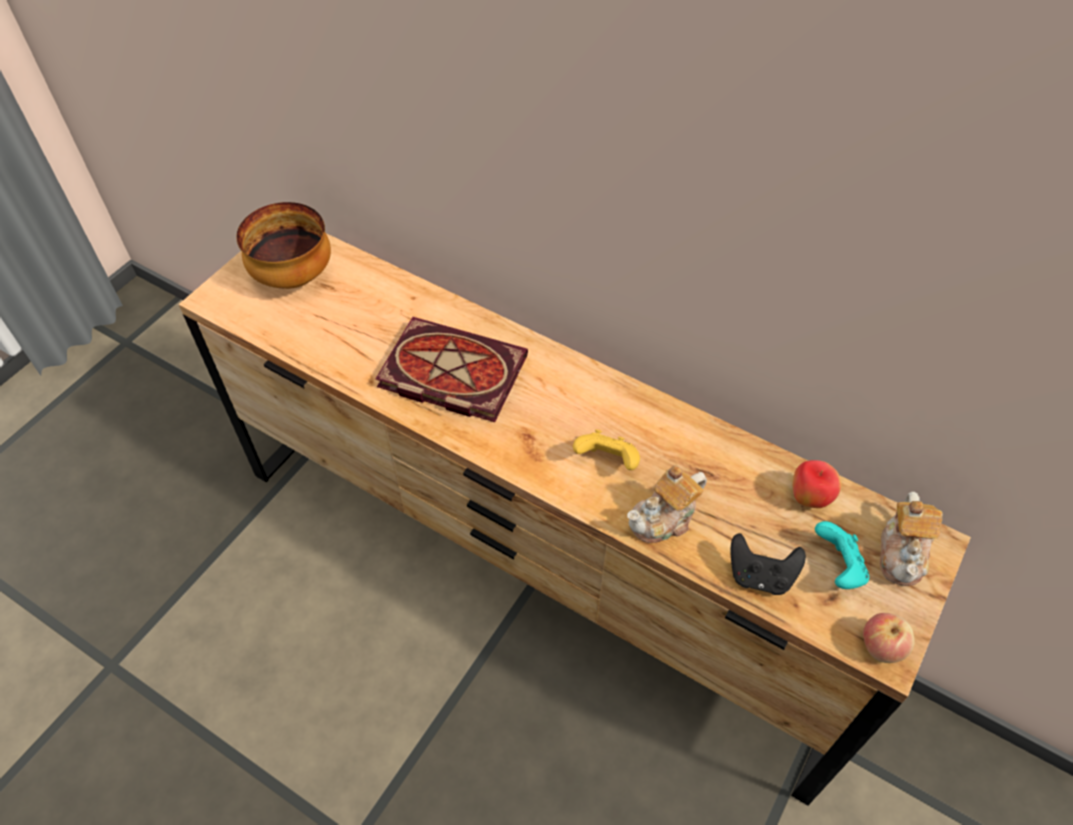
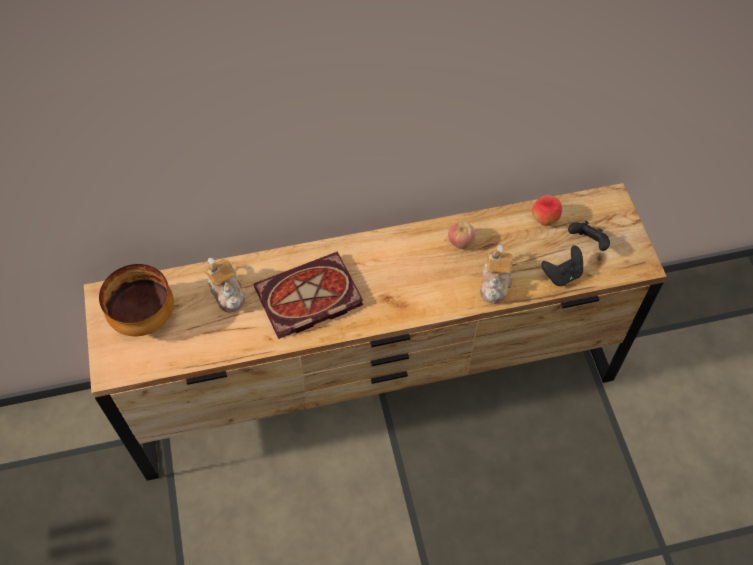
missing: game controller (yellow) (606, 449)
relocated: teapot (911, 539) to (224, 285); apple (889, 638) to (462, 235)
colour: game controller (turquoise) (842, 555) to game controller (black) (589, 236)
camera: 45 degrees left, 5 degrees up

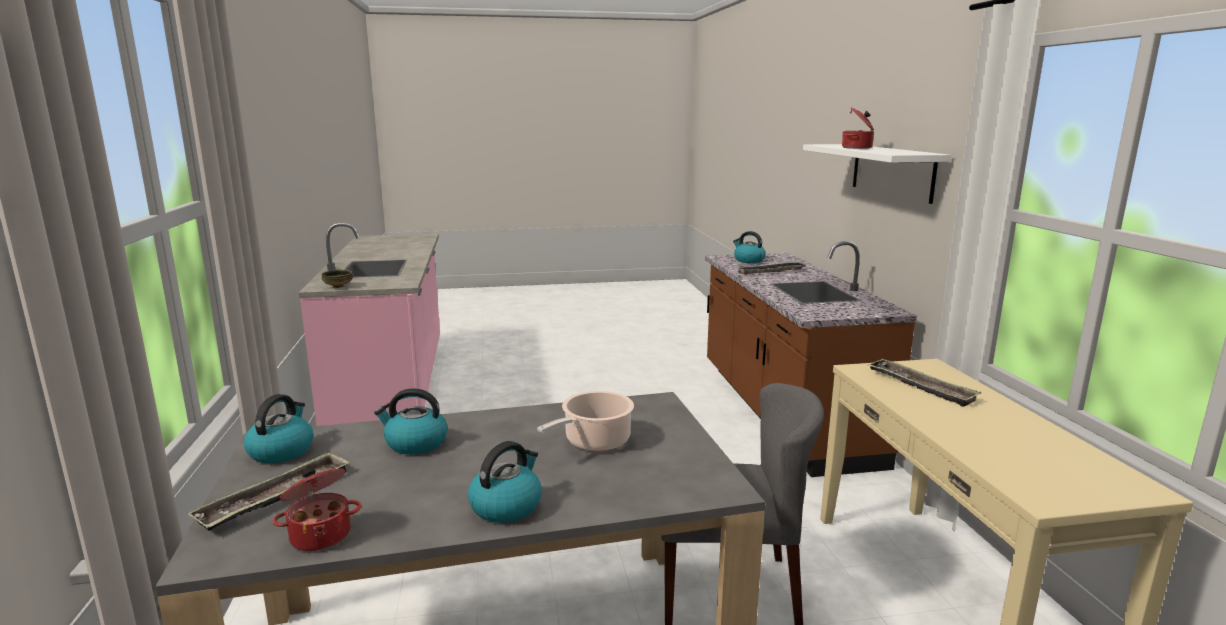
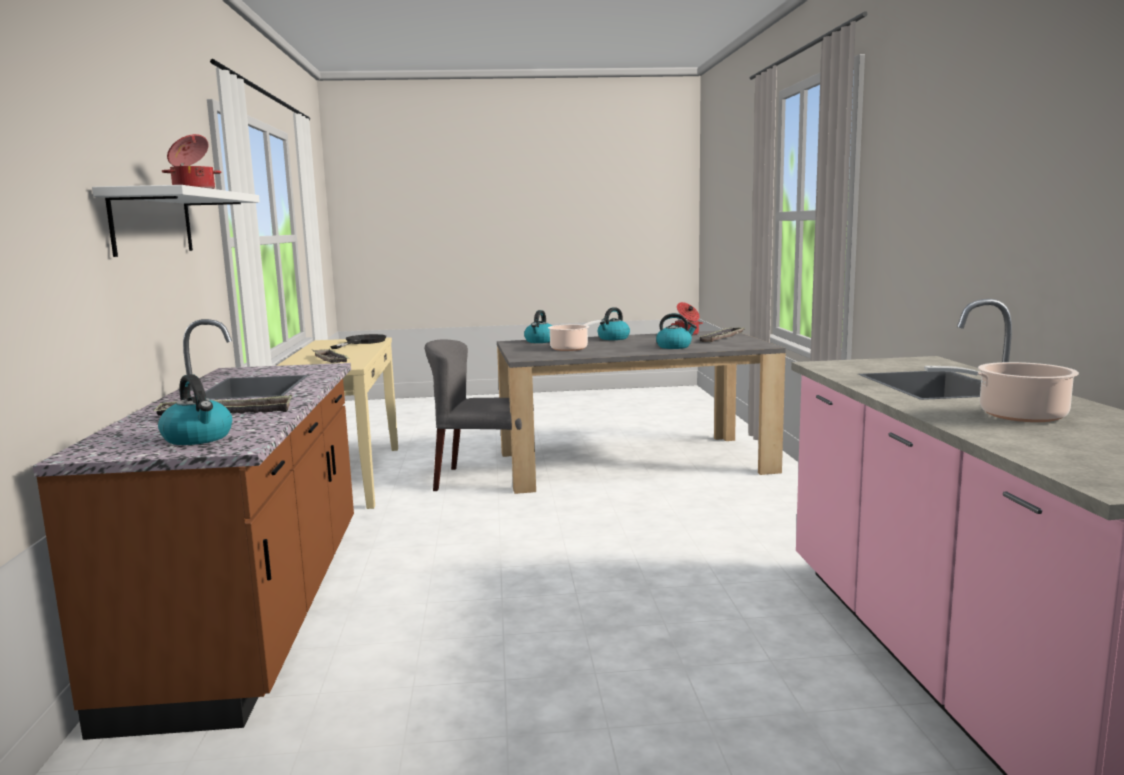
missing: bowl (337, 279)
appeared: frying pan (black) (358, 341); cooking pot (1001, 392)
relocated: kettle (278, 429) to (538, 326)
camera: 175 degrees left, 5 degrees down

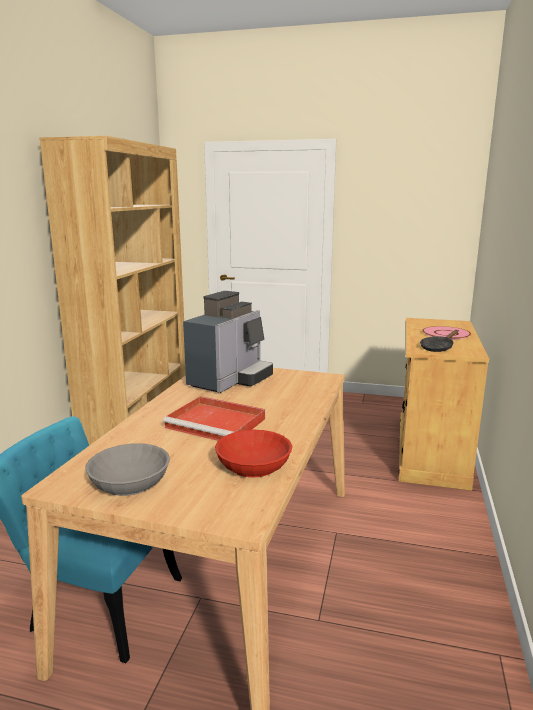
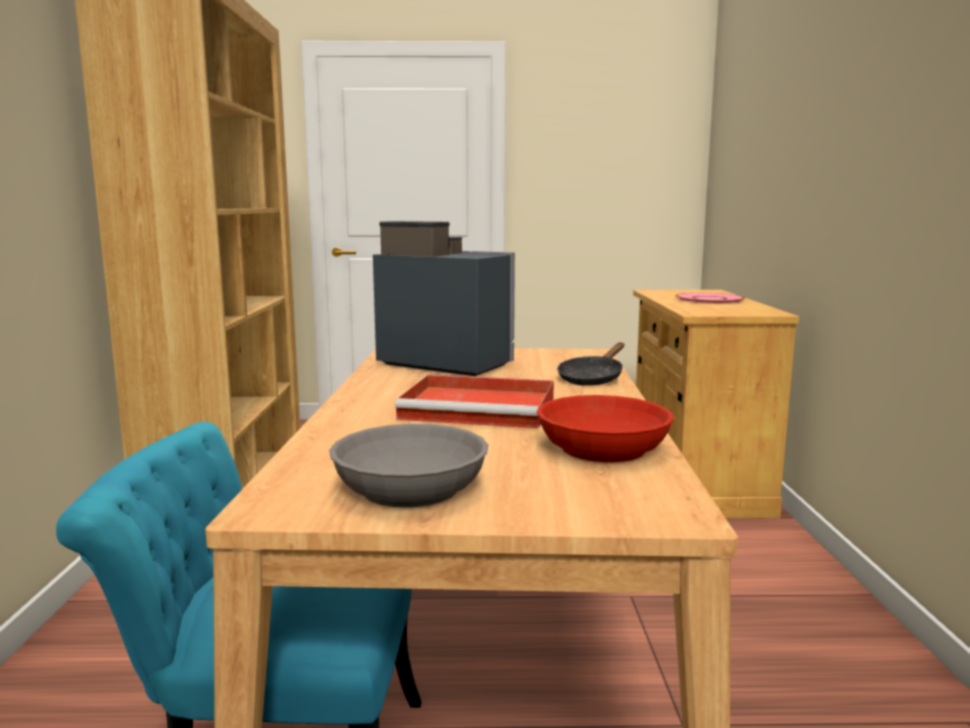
relocated: frying pan (black) (439, 341) to (590, 364)
spun: coffee machine (228, 342) = (444, 298) 75 degrees counterclockwise
camera: 15 degrees left, 5 degrees down

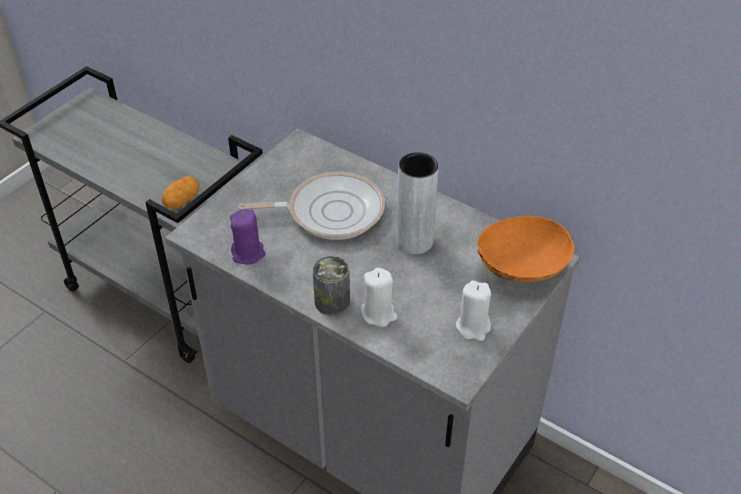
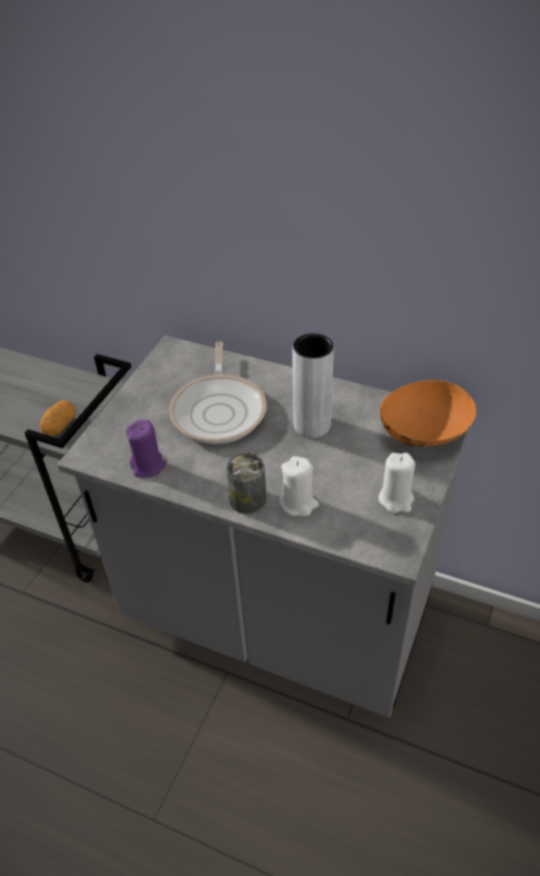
spun: frying pan (311, 206) = (218, 392) 105 degrees clockwise
camera: 10 degrees left, 0 degrees up

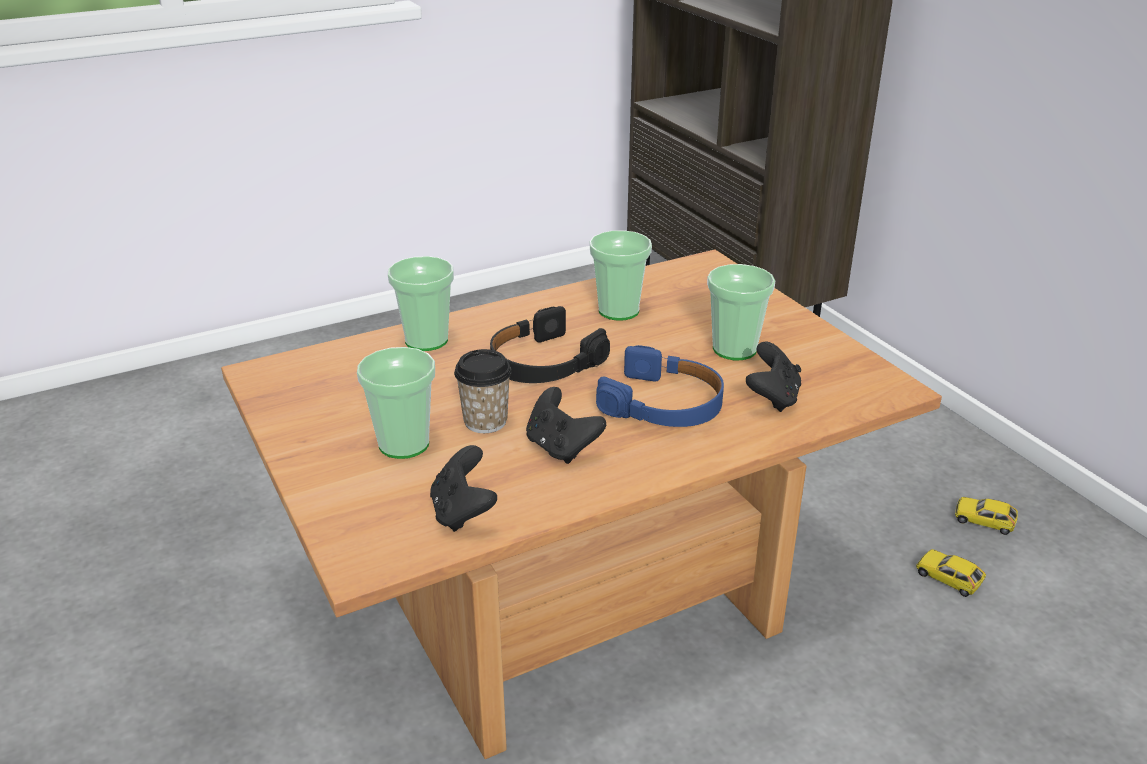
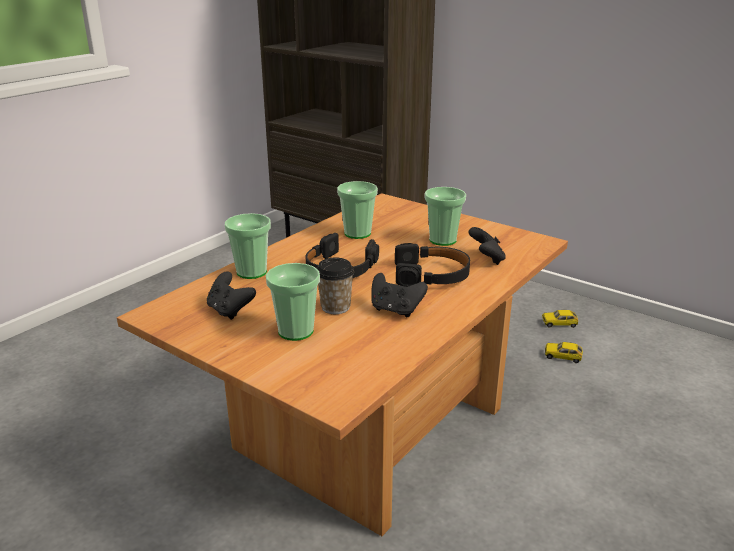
relocated: game controller (black) (463, 488) to (231, 296)
colour: headphones (blue) (660, 386) to headphones (black) (432, 265)
camera: 25 degrees left, 5 degrees down

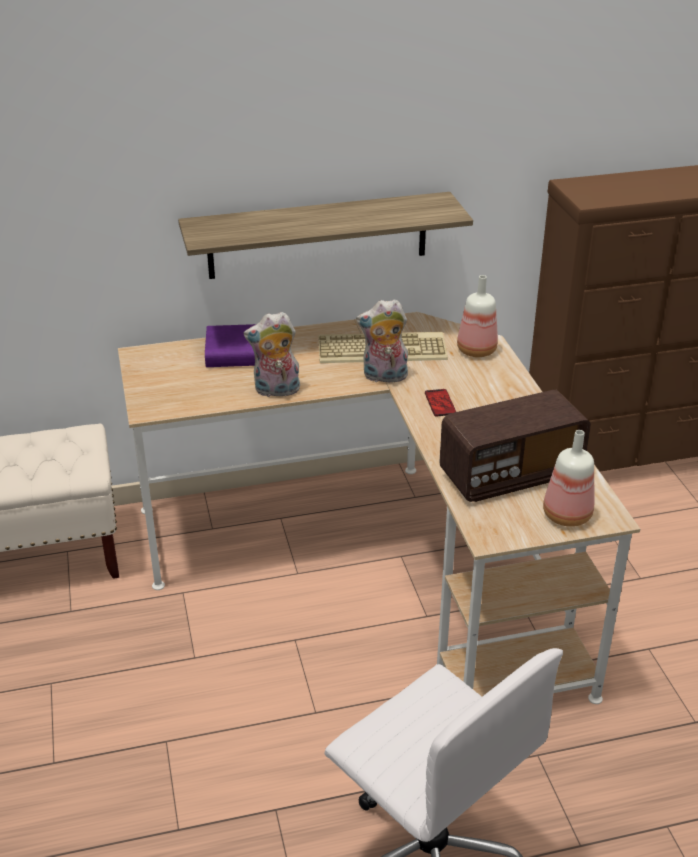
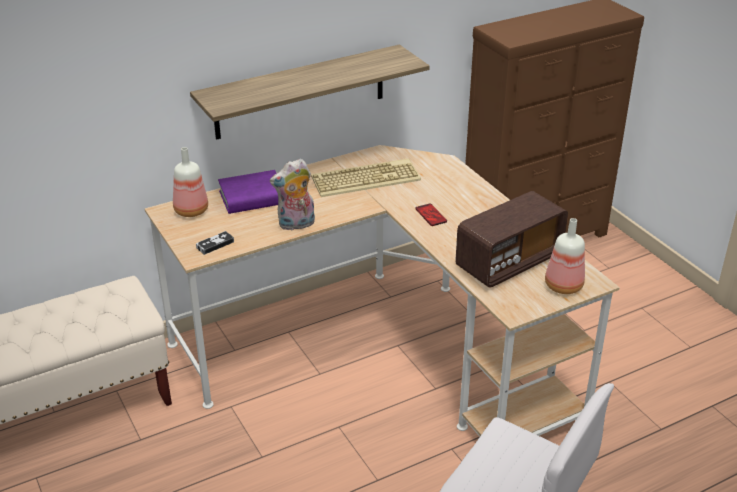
missing: plush toy (382, 341)
appeared: game controller (215, 243)
relocated: bottle (477, 316) to (190, 182)
camera: 15 degrees left, 0 degrees up

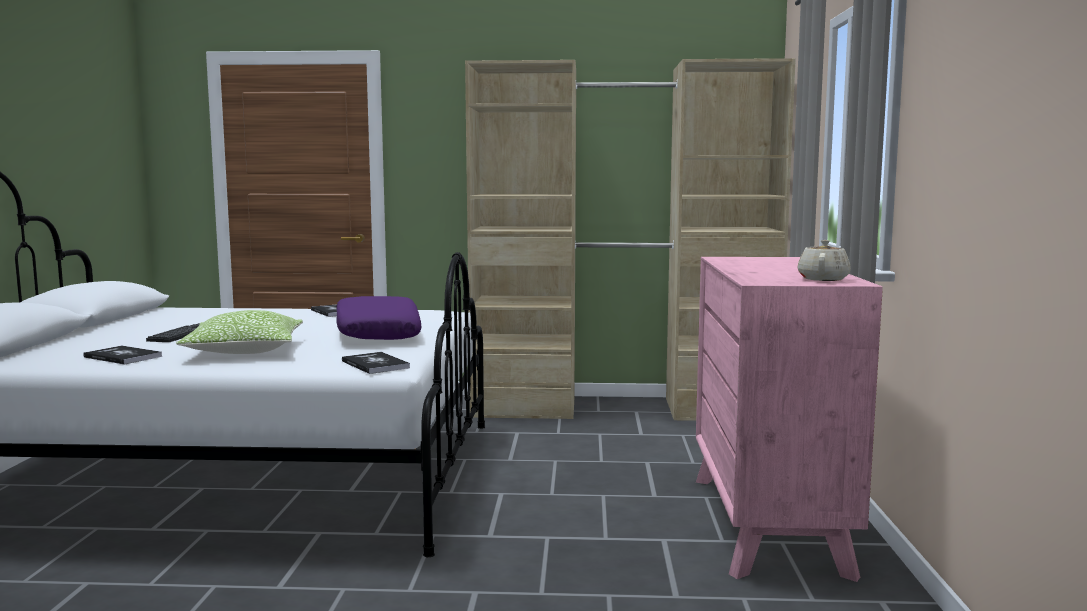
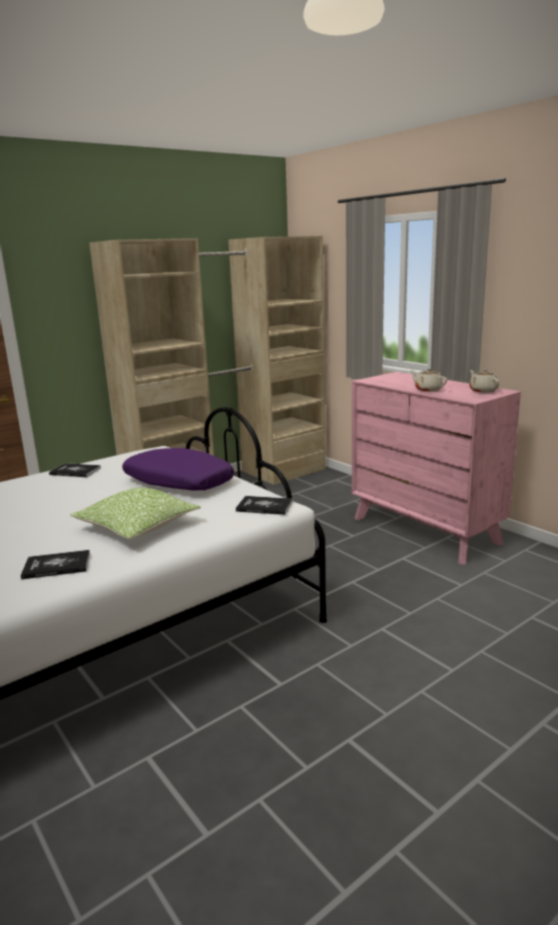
missing: keyboard (173, 332)
appeared: teapot (beige) (428, 380)
camera: 40 degrees left, 10 degrees up

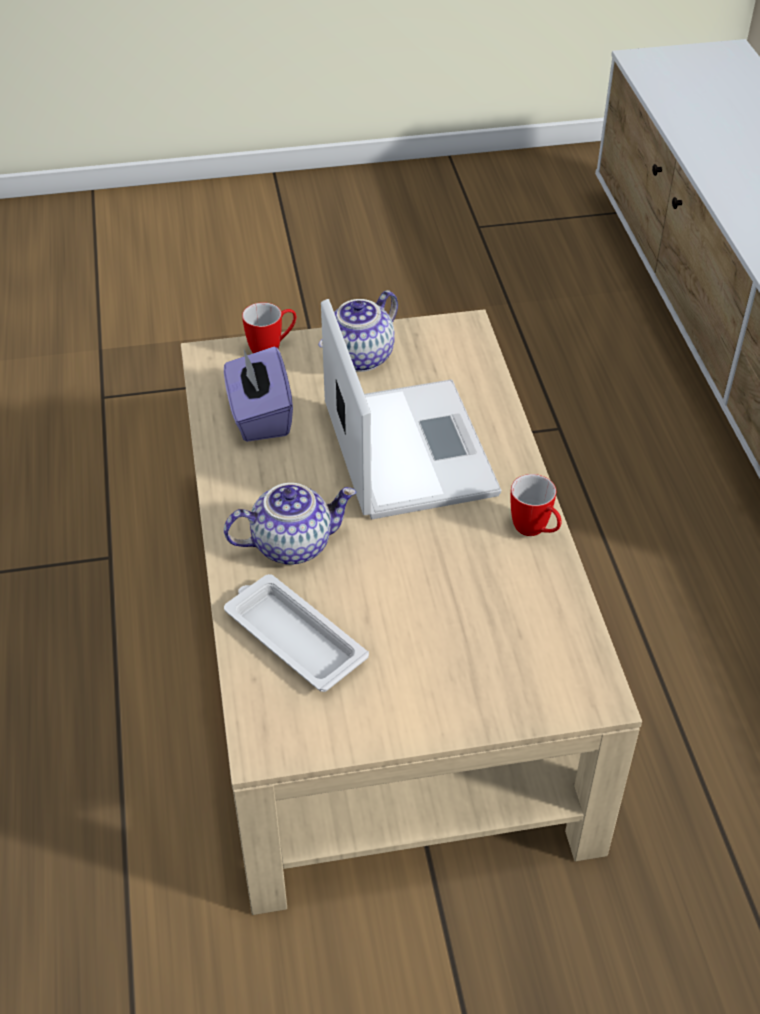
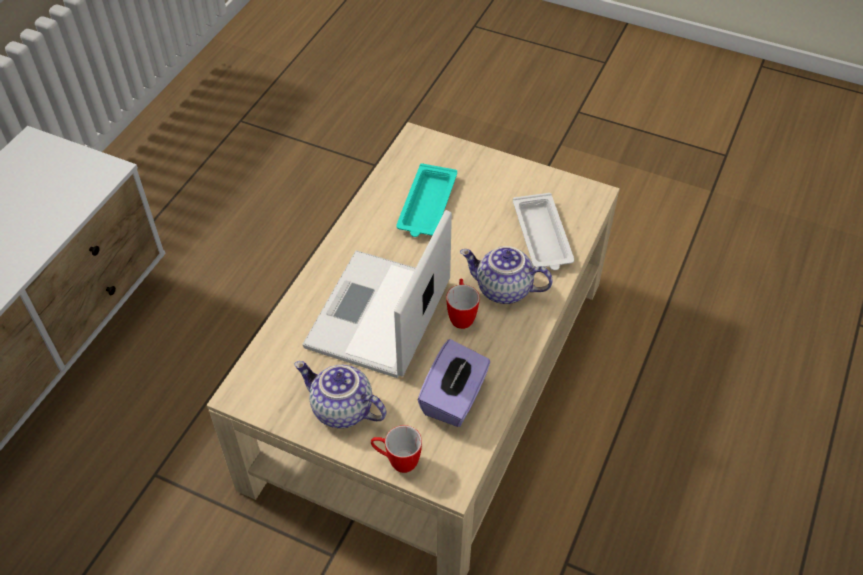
appeared: tray (turquoise) (426, 200)
relocated: mug (536, 505) to (463, 304)
spun: teapot (358, 331) = (340, 394) 135 degrees counterclockwise
camera: 145 degrees left, 5 degrees up

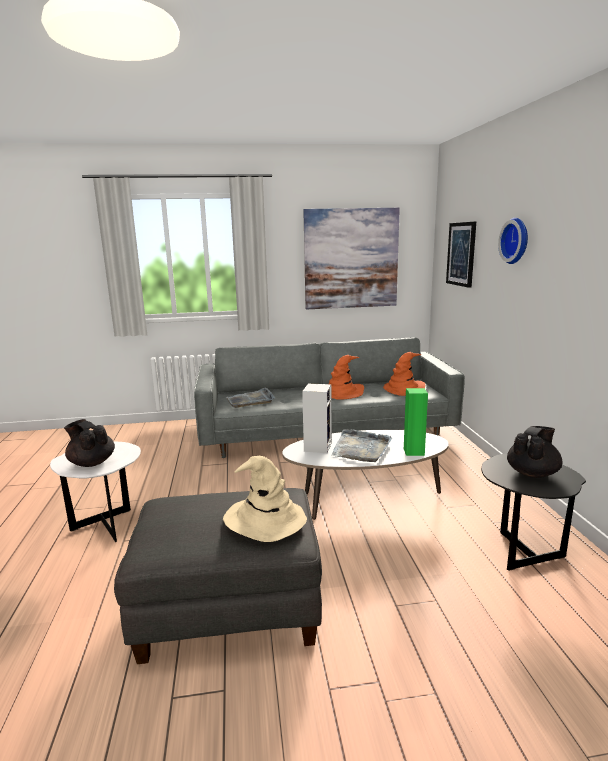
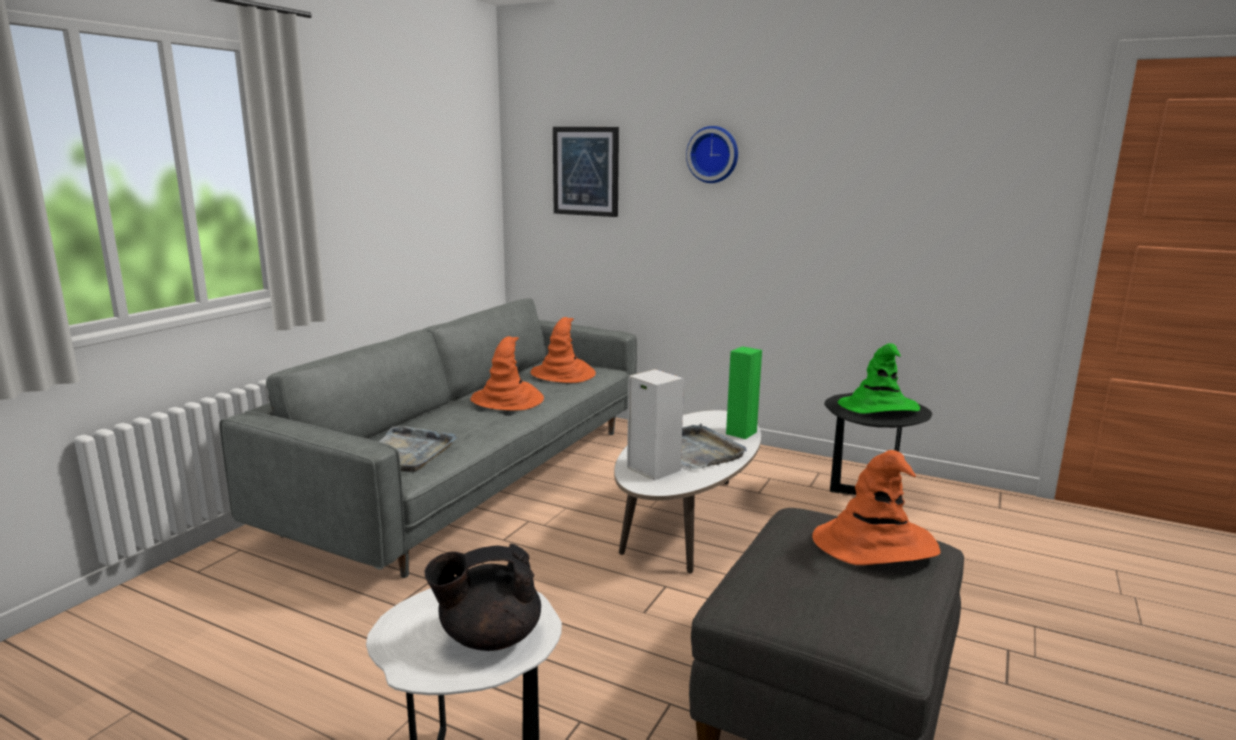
missing: picture (351, 258)
exchanged: teapot (black) (535, 452) to hat (green) (879, 378)
colour: hat (beige) (265, 499) to hat (orange) (876, 507)
camera: 55 degrees left, 0 degrees up

